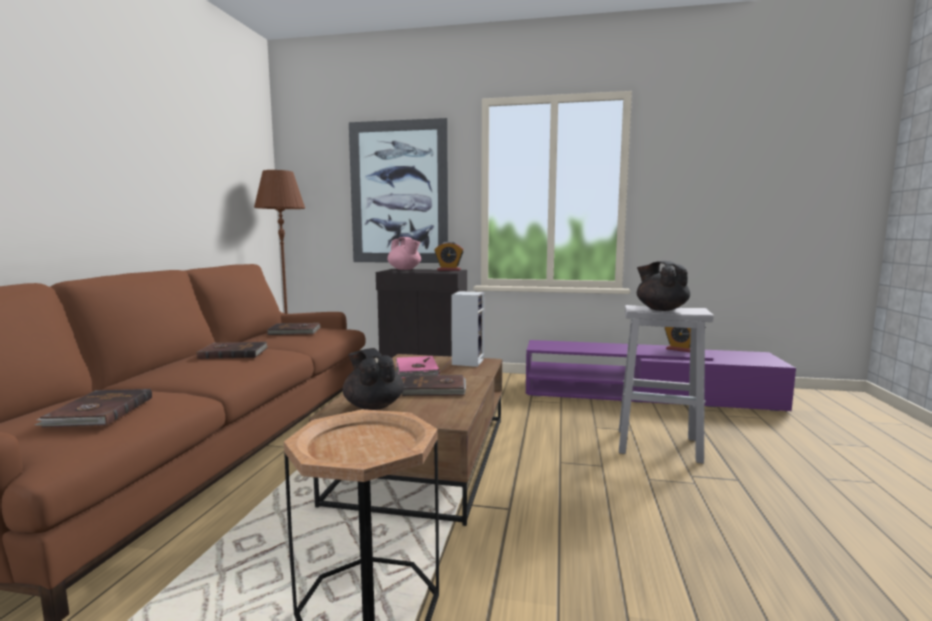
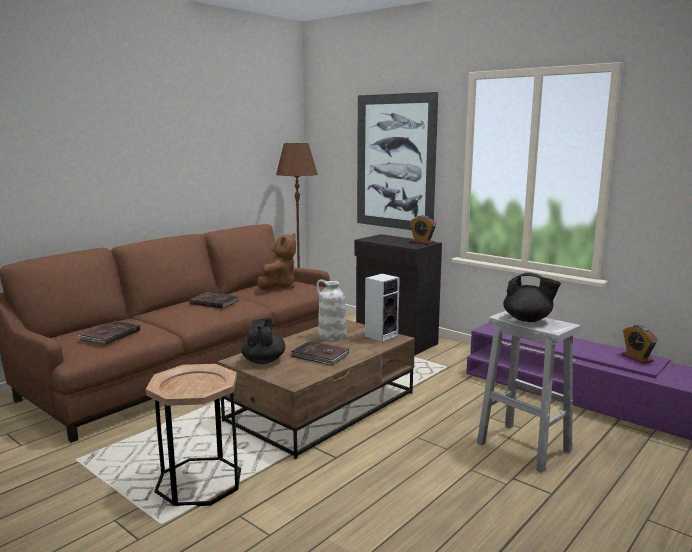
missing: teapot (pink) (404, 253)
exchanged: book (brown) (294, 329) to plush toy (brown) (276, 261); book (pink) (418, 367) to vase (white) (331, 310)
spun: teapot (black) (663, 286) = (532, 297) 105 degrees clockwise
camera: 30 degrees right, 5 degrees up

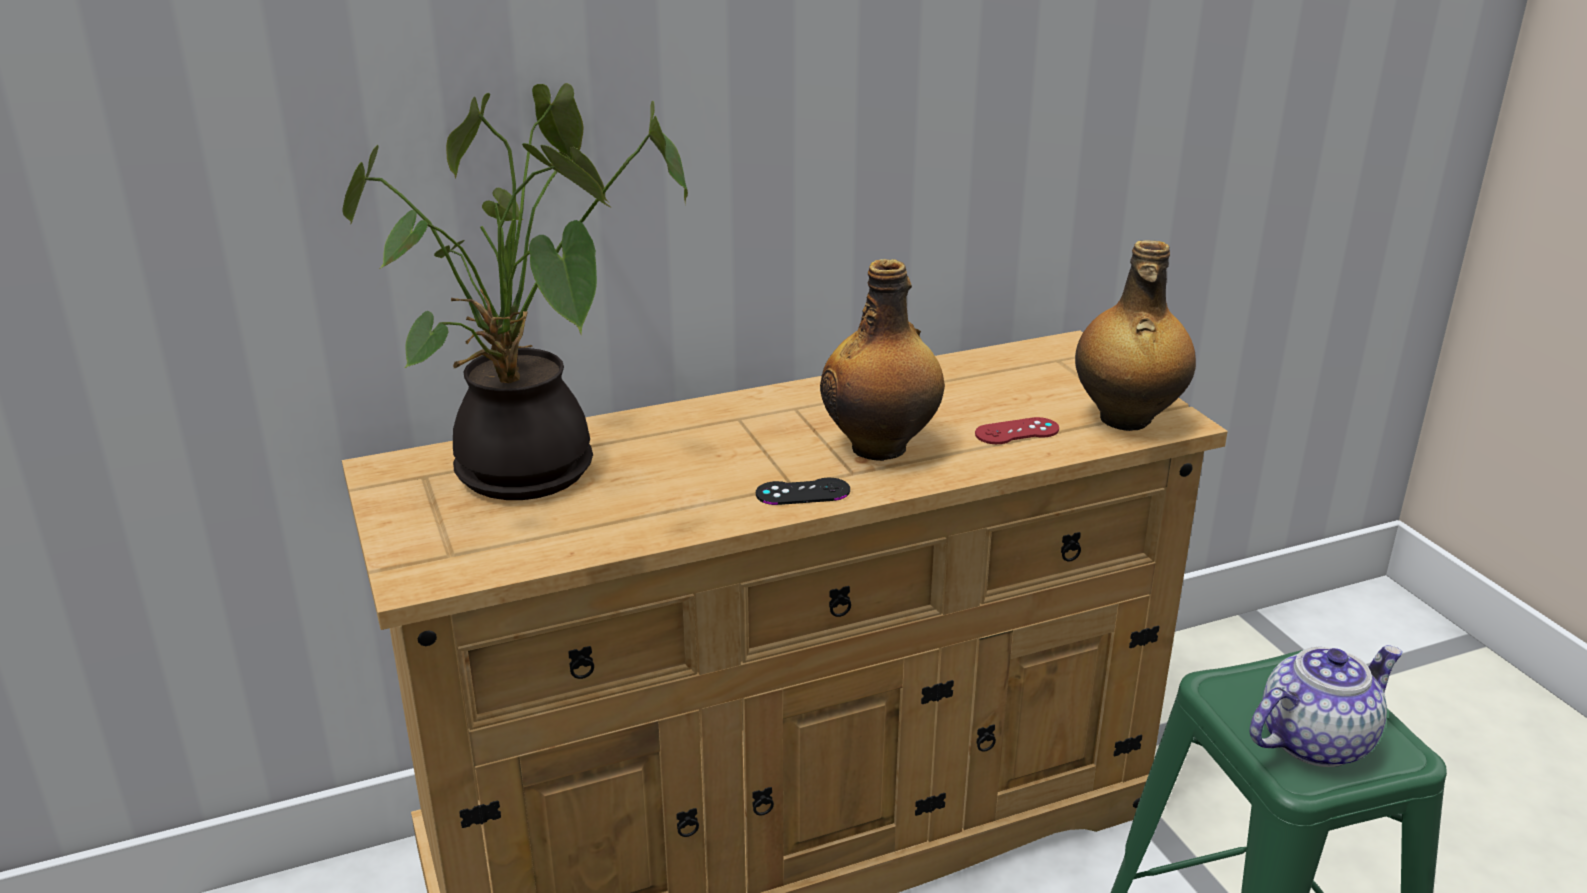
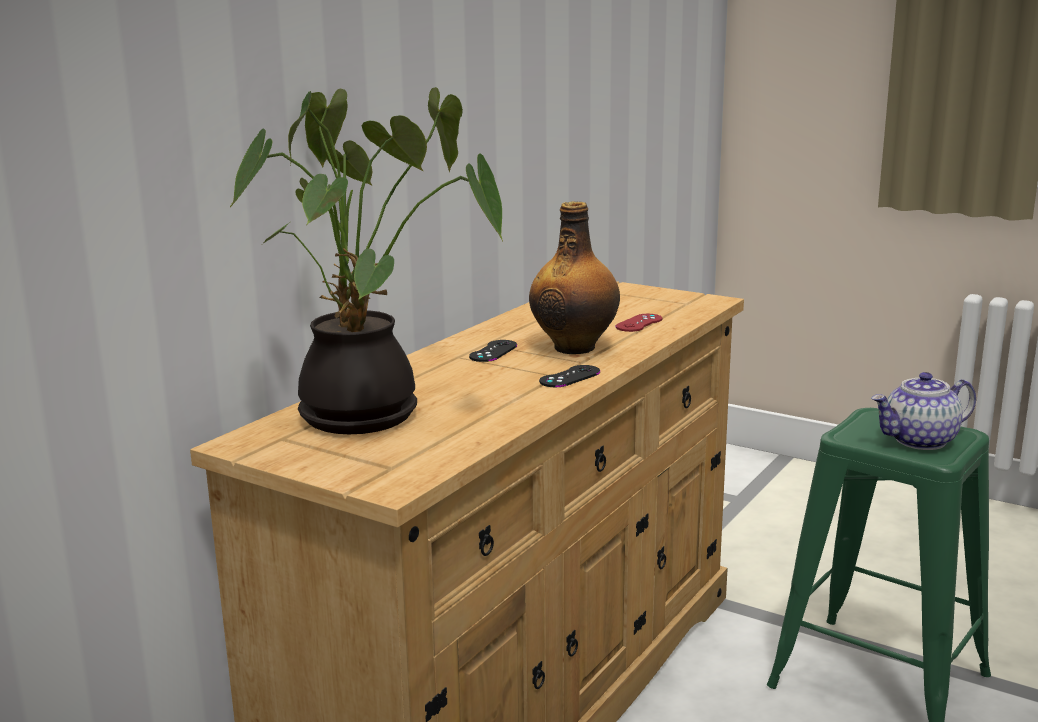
missing: bottle (1135, 335)
appeared: game controller (black) (493, 351)
spun: teapot (1326, 706) = (923, 411) 135 degrees counterclockwise
camera: 35 degrees left, 10 degrees down

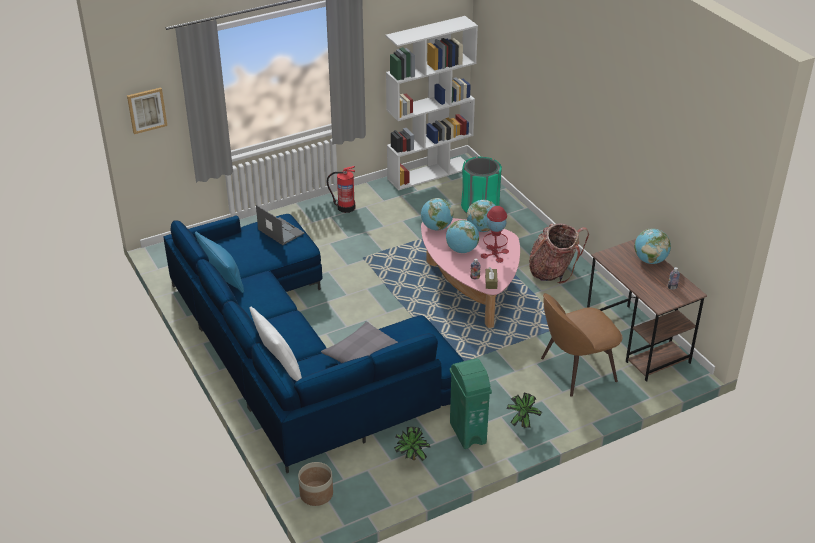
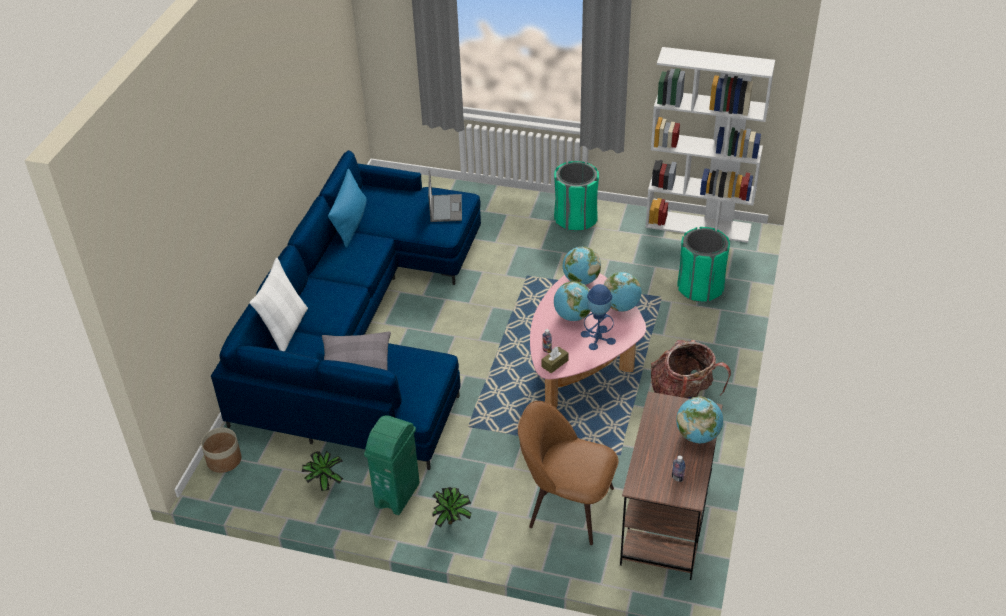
missing: picture (147, 110)
exchanged: fire extinguisher (341, 189) to trash can (green) (576, 196)
colour: table lamp (red) (495, 234) to table lamp (blue) (598, 317)
camera: 45 degrees right, 5 degrees up

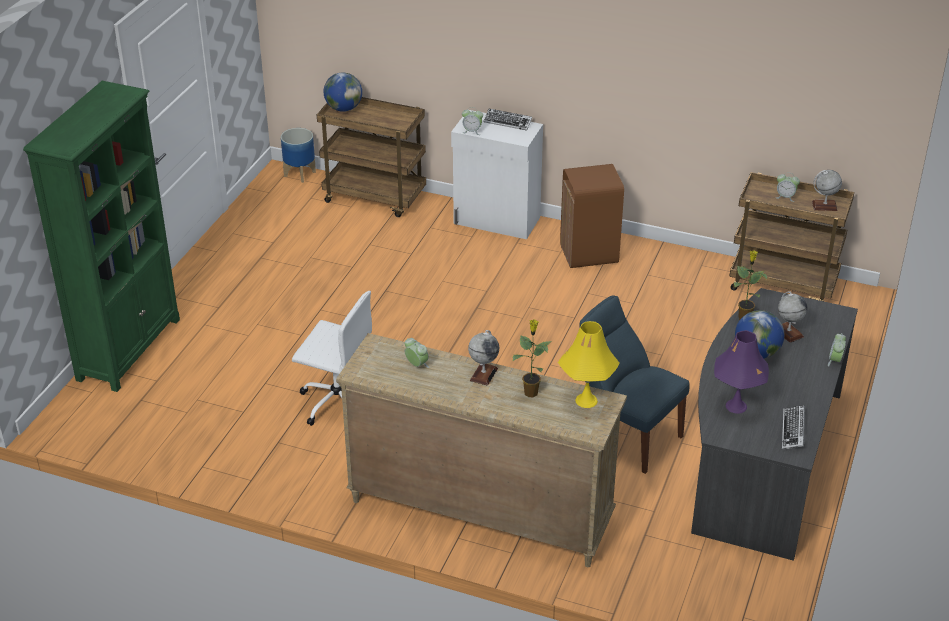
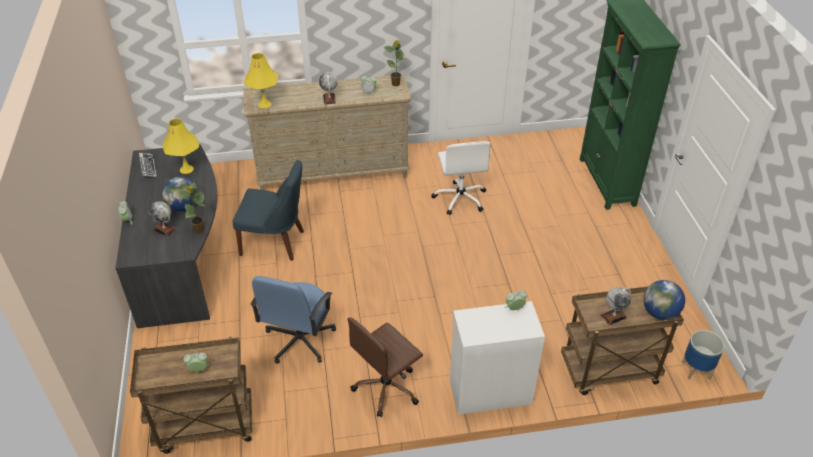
missing: keyboard (507, 120)
appeared: office chair (blue) (293, 320)
relocated: globe (827, 190) to (616, 306); potted plant (532, 358) to (395, 63)
exchanged: trash can (brown) (592, 216) to office chair (brown) (385, 367)
colour: table lamp (purple) (741, 372) to table lamp (yellow) (181, 146)
spun: office chair (white) (332, 358) = (461, 178) 90 degrees counterclockwise
camera: 150 degrees right, 5 degrees up

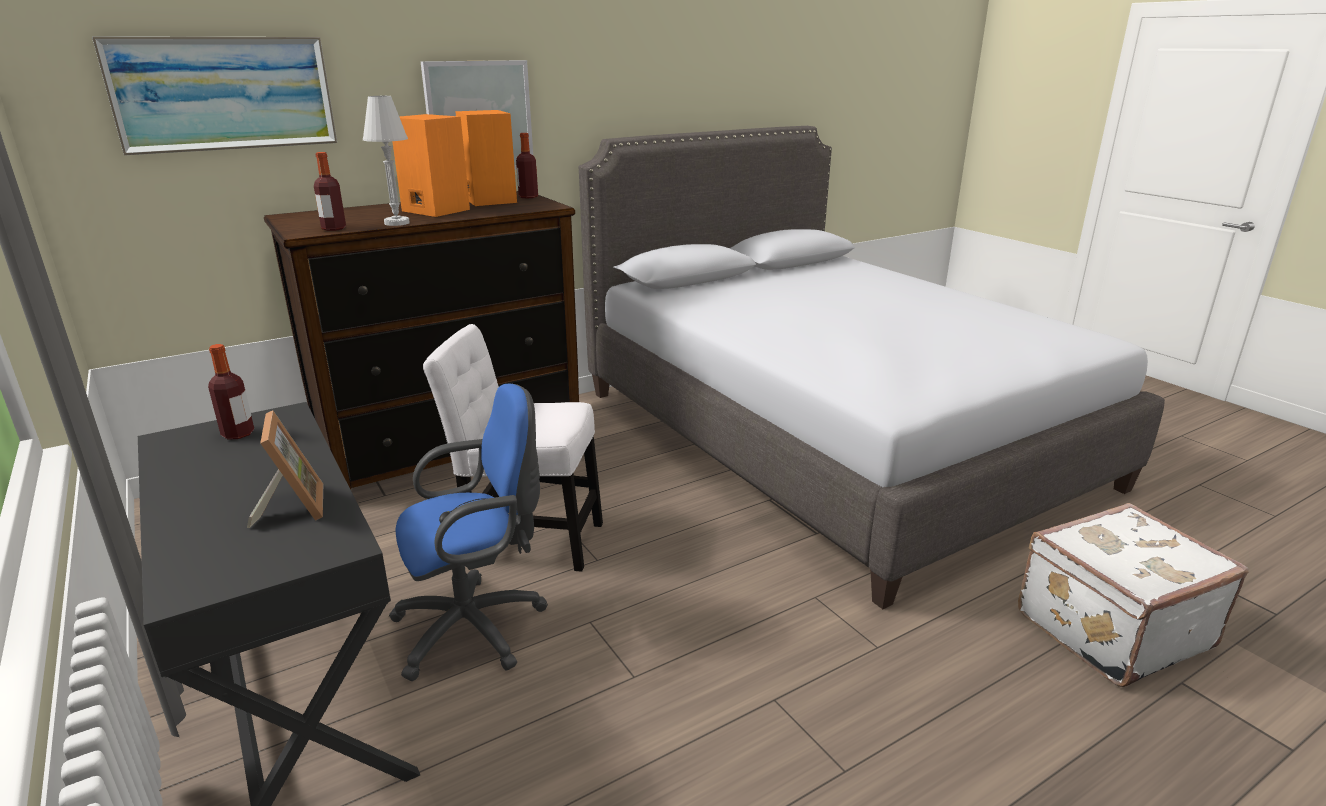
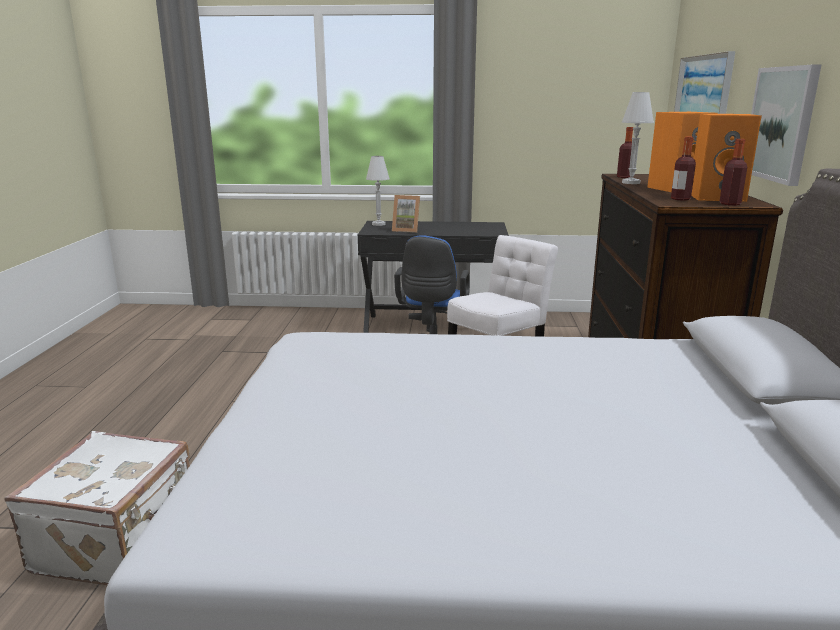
appeared: table lamp (white) (378, 191)
relocated: bottle (231, 392) to (683, 168)
camera: 125 degrees right, 5 degrees down

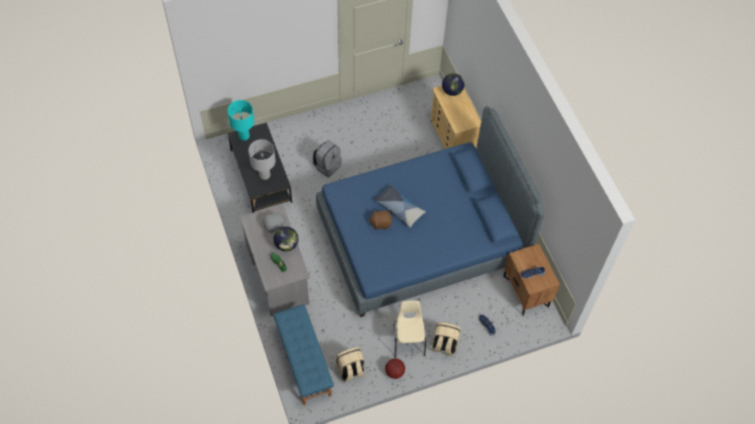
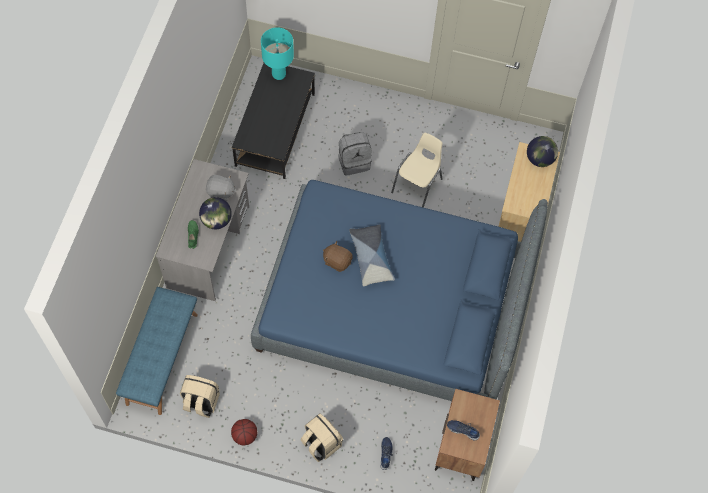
missing: table lamp (grey) (262, 159)
relocated: chair (beige) (410, 329) to (417, 170)
camera: 35 degrees right, 5 degrees up

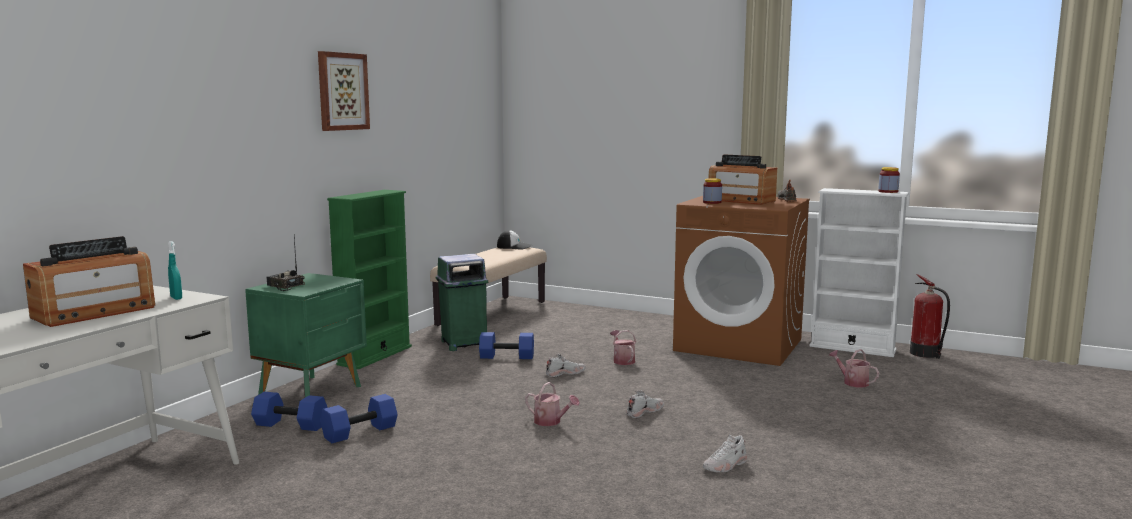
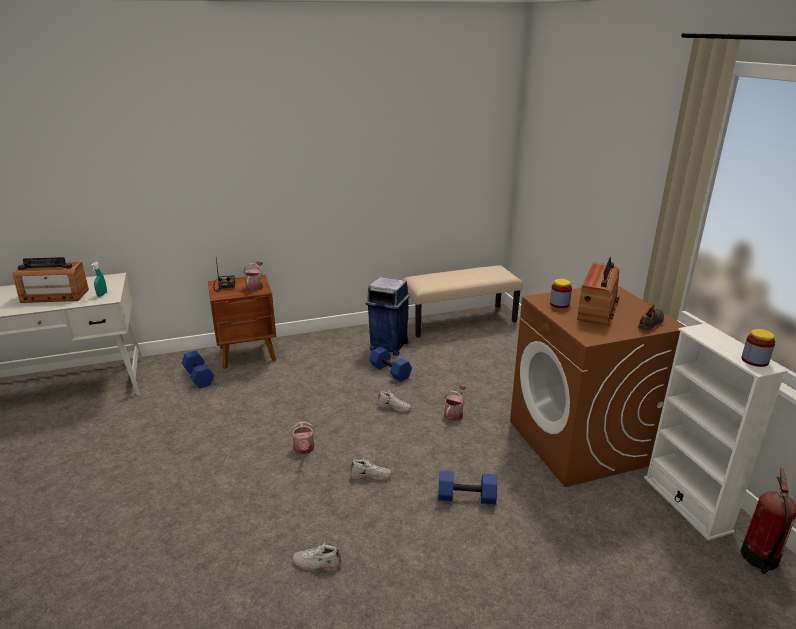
missing: picture (344, 91); bookcase (green) (369, 279); cap (514, 240)
relocated: watering can (854, 368) to (253, 276); dumbbell (blue) (359, 418) to (467, 487)
colour: trash can (green) (462, 302) to trash can (blue) (388, 316); nightstand (green) (306, 335) to nightstand (brown) (242, 322)
spun: radio (742, 179) = (598, 291) 150 degrees counterclockwise
camera: 45 degrees right, 15 degrees up

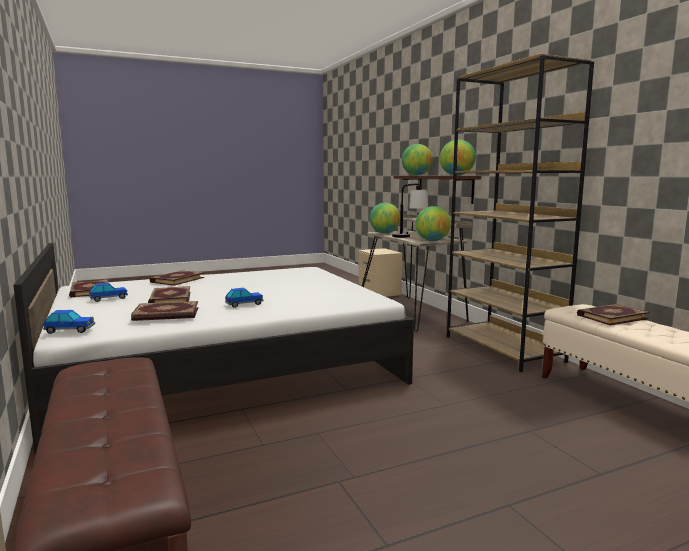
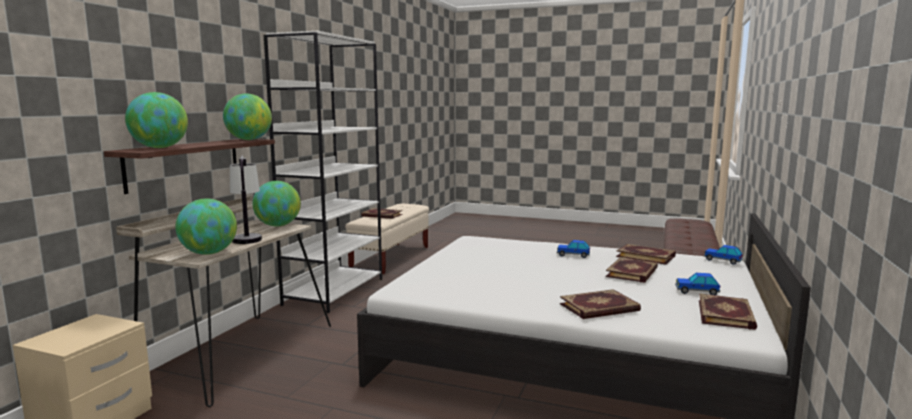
colour: bookcase (brown) (520, 213) to bookcase (white) (323, 172)
camera: 135 degrees left, 0 degrees up

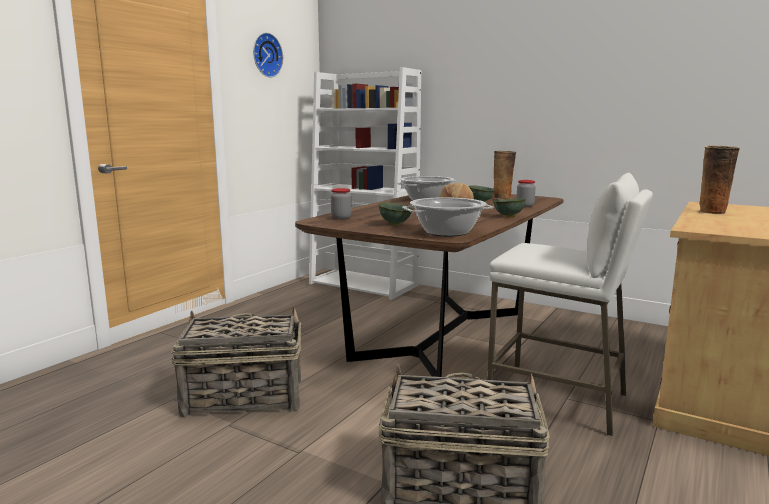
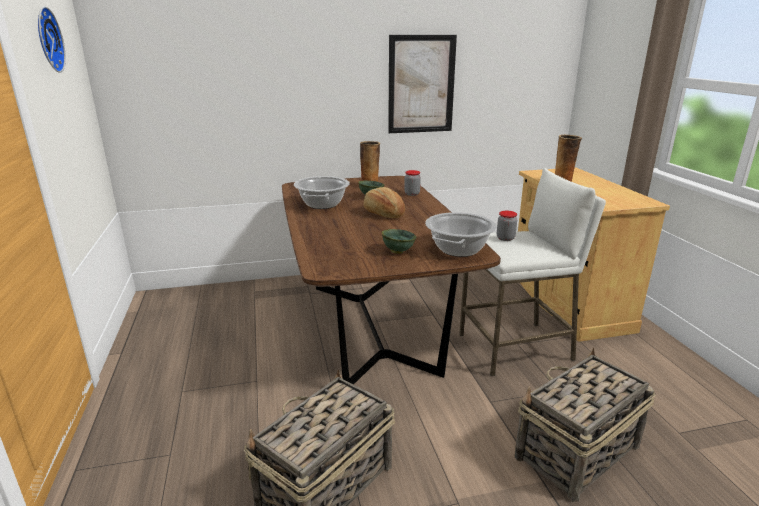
missing: bookcase (white) (365, 183); bowl (green) (509, 207)
appeared: picture (422, 84)
relocated: jar (341, 204) to (507, 226)
camera: 45 degrees left, 10 degrees up

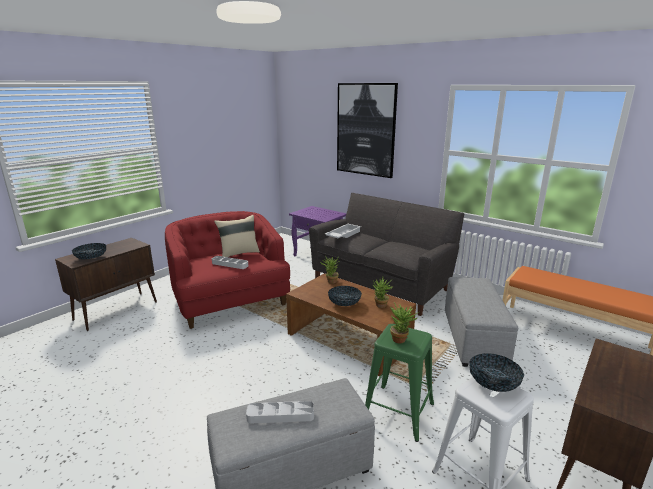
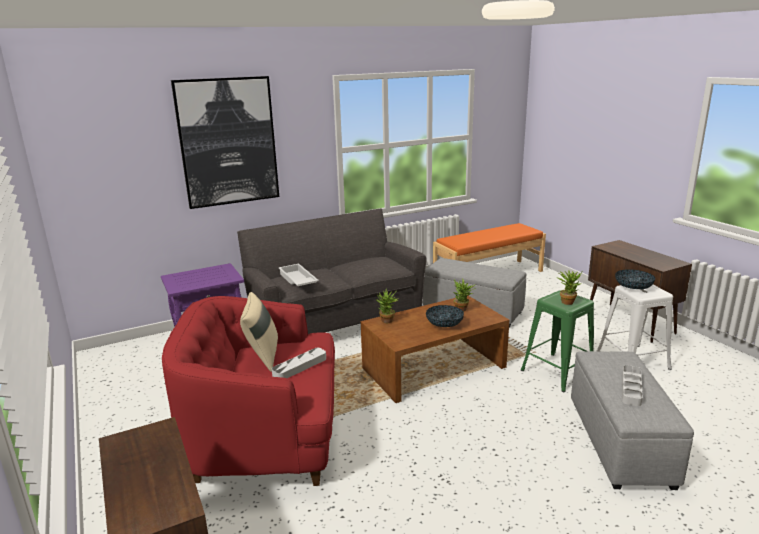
missing: bowl (89, 251)
camera: 65 degrees left, 0 degrees up

